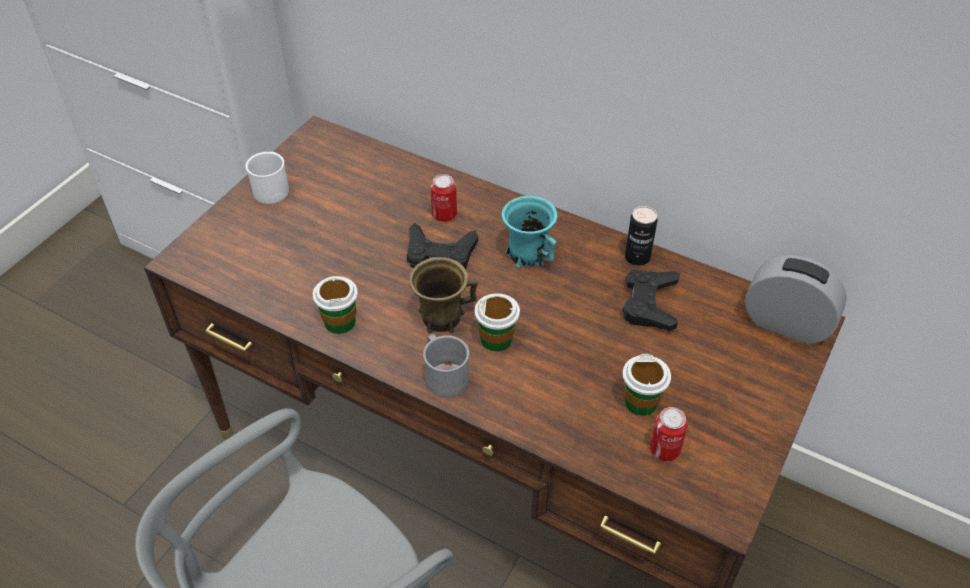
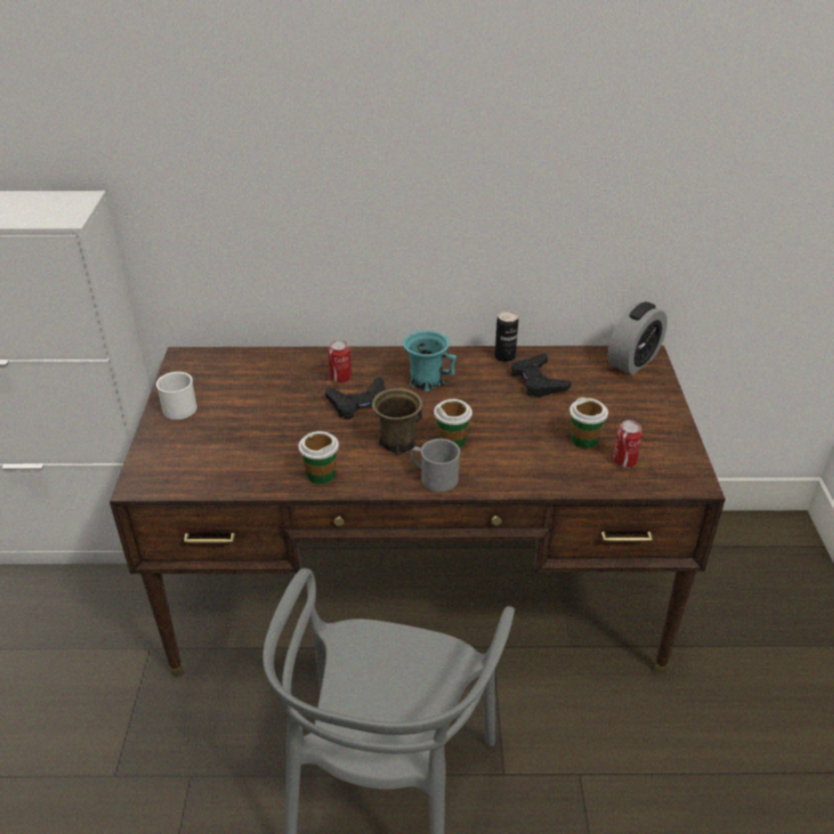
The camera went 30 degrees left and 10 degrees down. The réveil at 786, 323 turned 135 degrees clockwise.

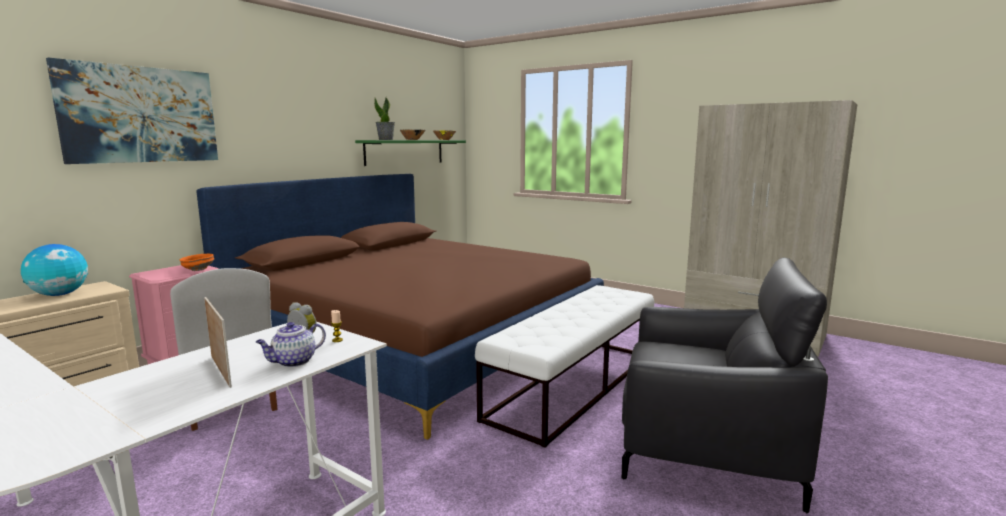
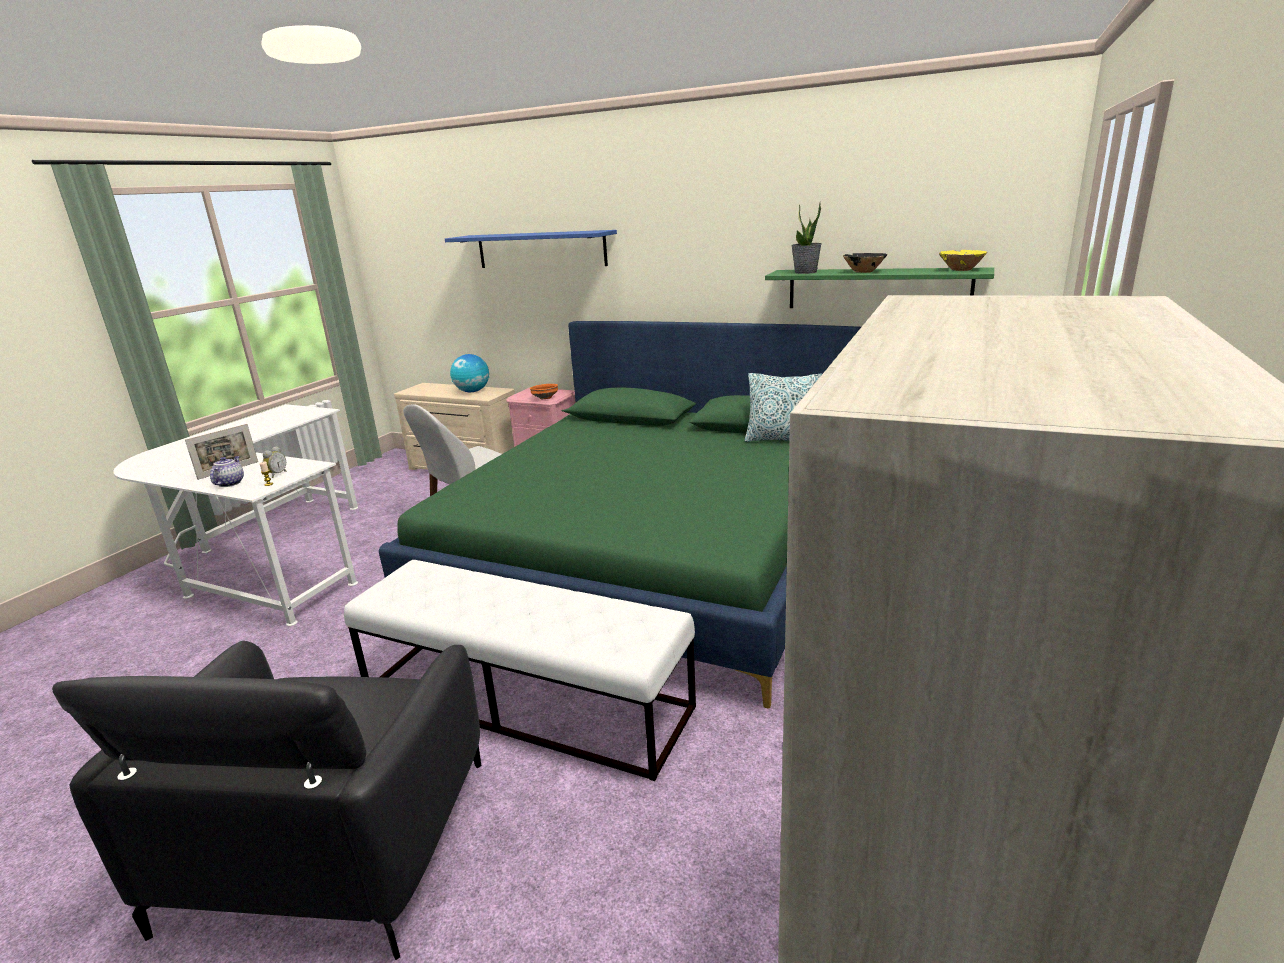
The camera went 80 degrees right and 10 degrees up. The coussin at 782, 440 appeared. The tableau at 140, 115 was replaced by the étagère [bleu] at 540, 249. The lit [marron] at 416, 339 became the lit [vert] at 652, 555. The théière at 293, 362 turned 60 degrees clockwise.

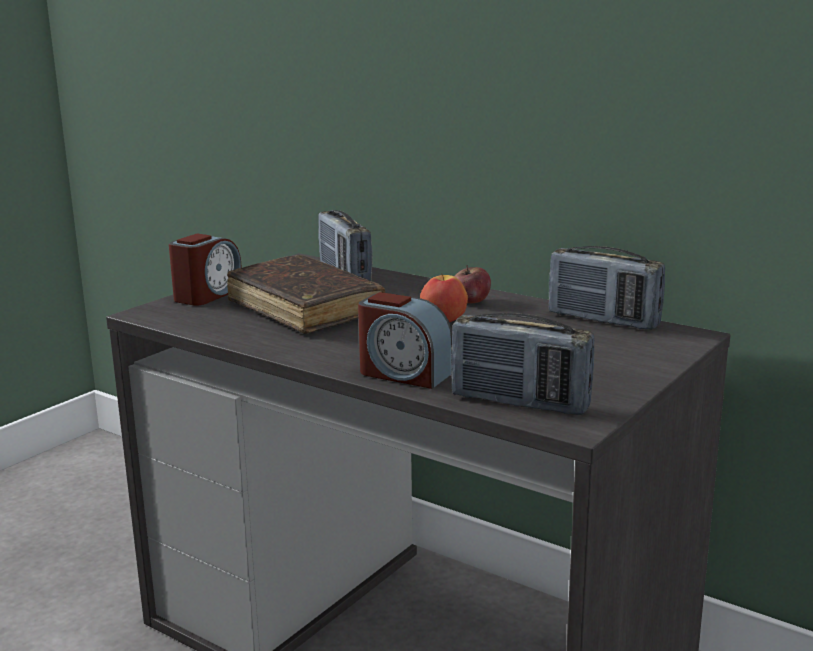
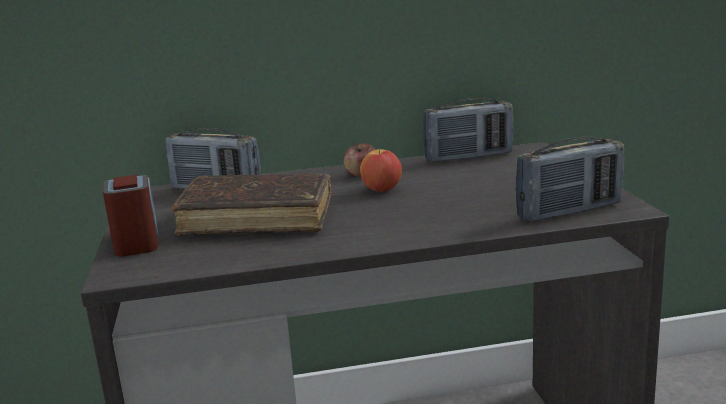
The camera went 45 degrees left and 0 degrees up. The réveil at 404, 373 disappeared.

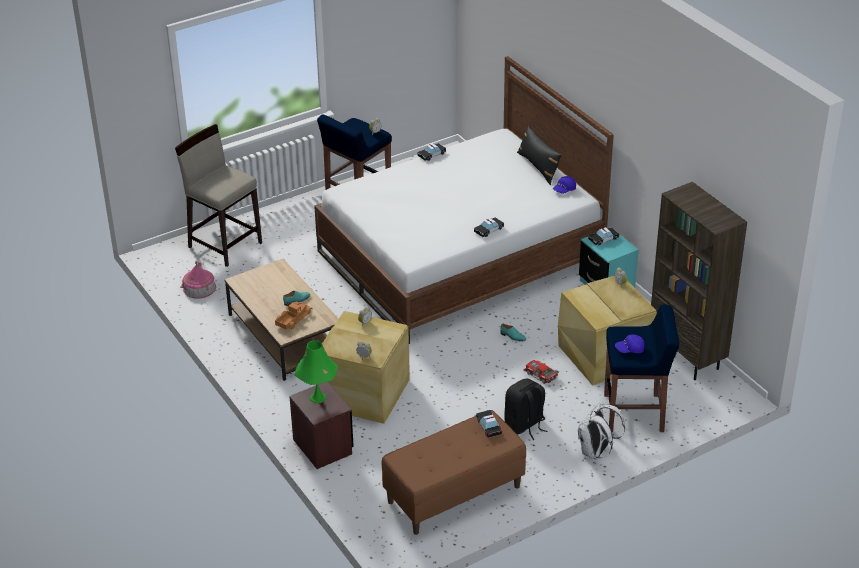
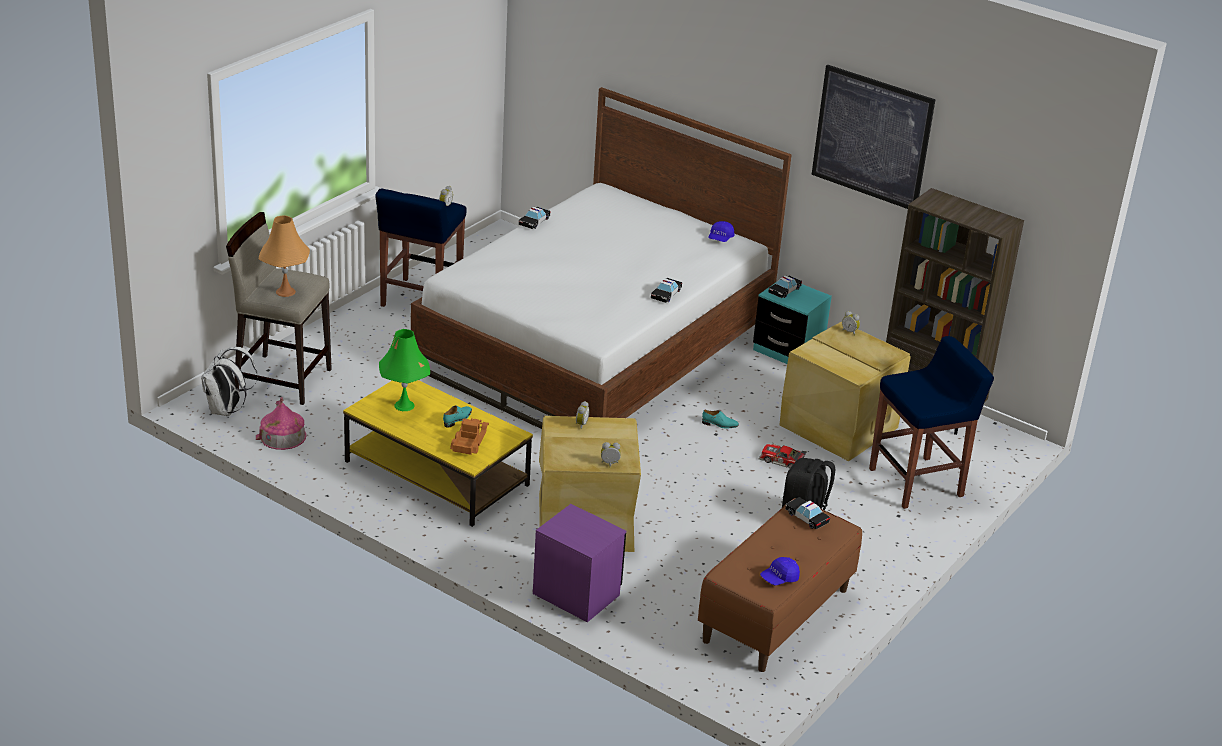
The camera went 25 degrees left and 5 degrees down. The coussin [noir] at 538, 167 disappeared. The lampe de table [orange] at 285, 292 appeared. The tableau at 872, 137 appeared. The lampe de table [vert] moved from 318, 397 to 404, 405. The sac à dos [blanc] moved from 596, 452 to 227, 410. The casquette [bleu] moved from 629, 349 to 779, 578. The table basse [marron] at 284, 335 became the table basse [jaune] at 435, 473. The table de chevet [marron] at 323, 446 became the table de chevet [violet] at 576, 594.

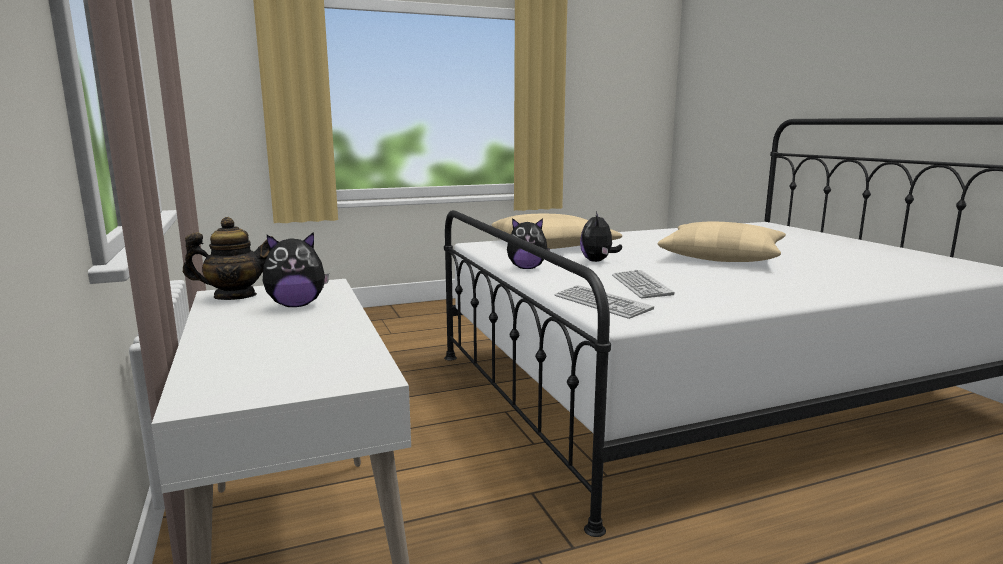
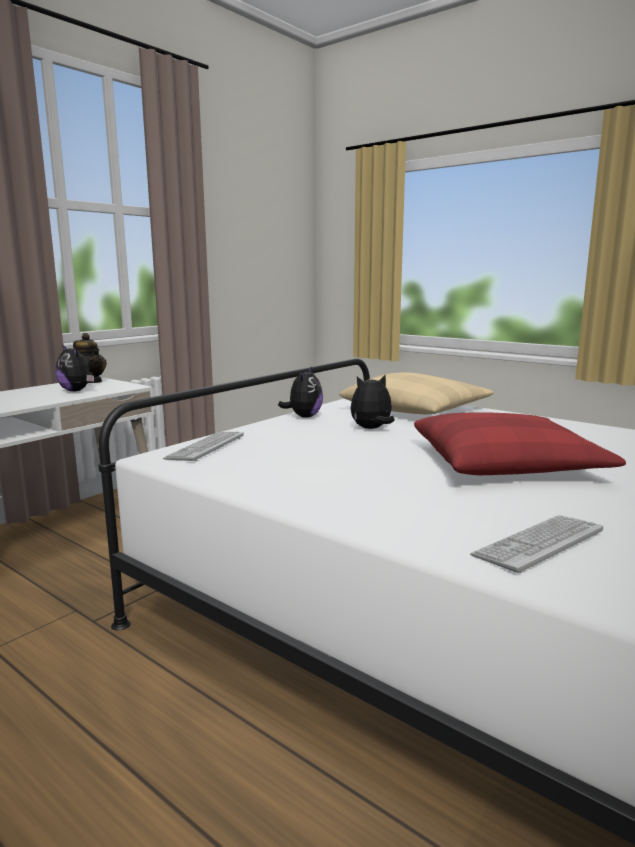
The camera went 60 degrees right and 0 degrees up. The clavier moved from 641, 285 to 538, 544. The coussin [beige] at 722, 256 became the coussin [rouge] at 505, 464. The peluche at 527, 268 turned 135 degrees counterclockwise.

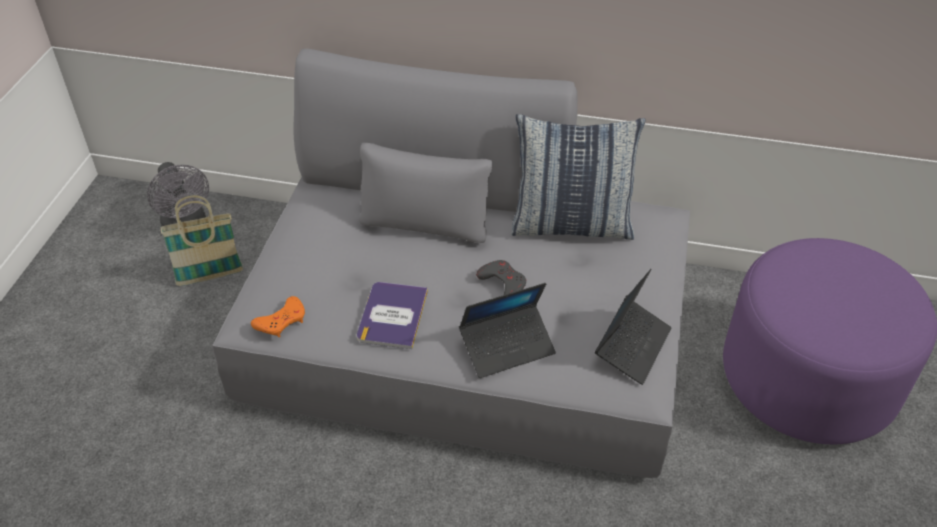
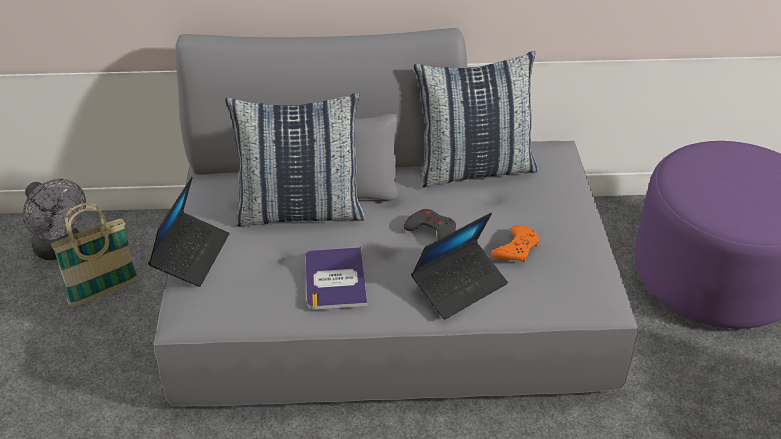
The camera went 15 degrees left and 5 degrees down. The coussin at 300, 211 appeared. The manette [orange] moved from 281, 321 to 516, 249. The ordinateur portable moved from 632, 346 to 191, 255.

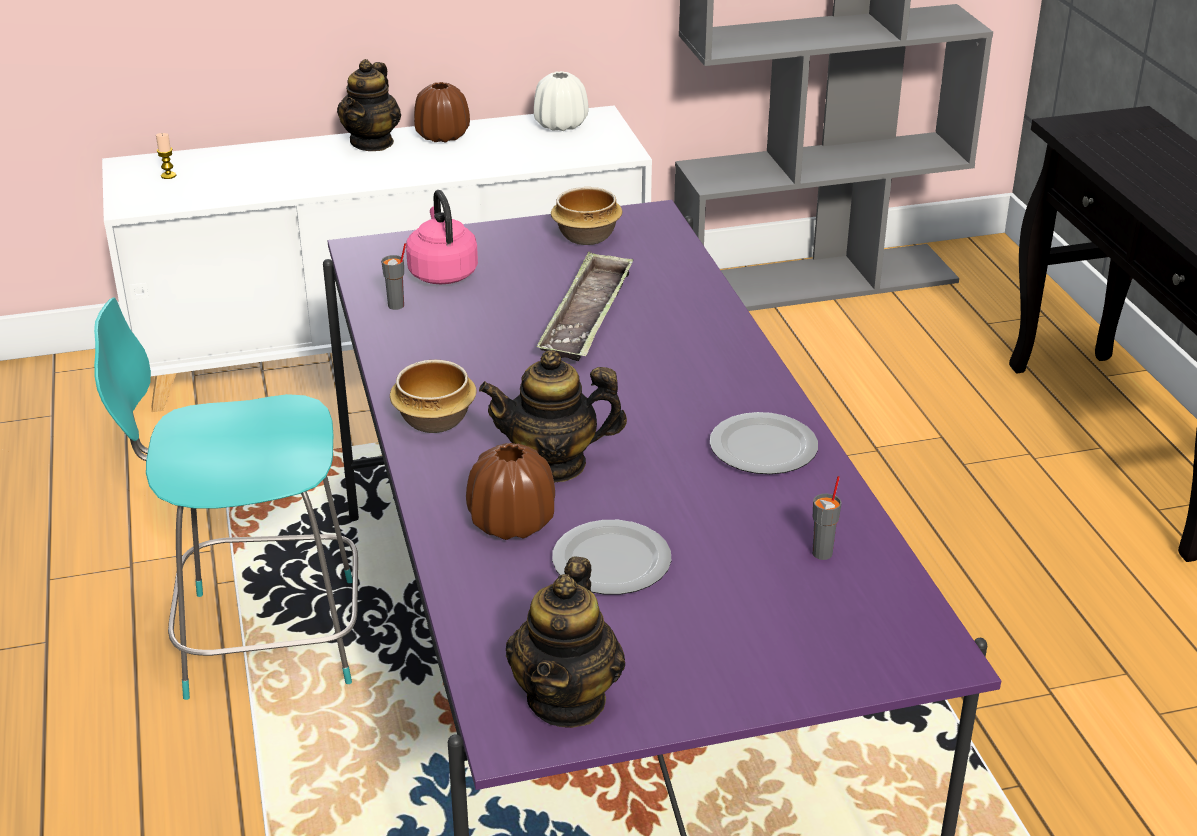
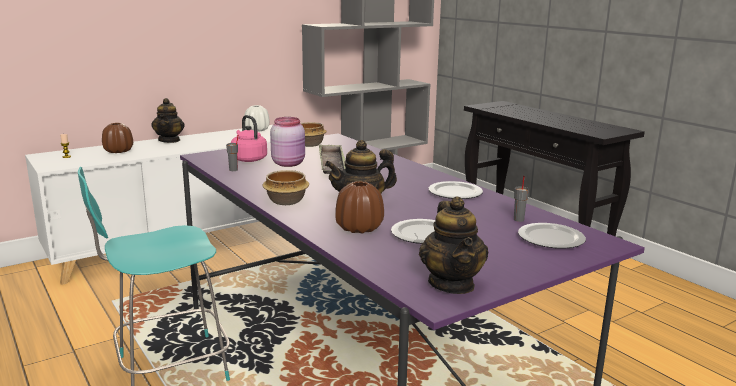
The camera went 20 degrees left and 15 degrees down. The bocal [rose] at 289, 163 appeared. The assiette at 551, 238 appeared. The vase [marron] moved from 442, 136 to 118, 151.

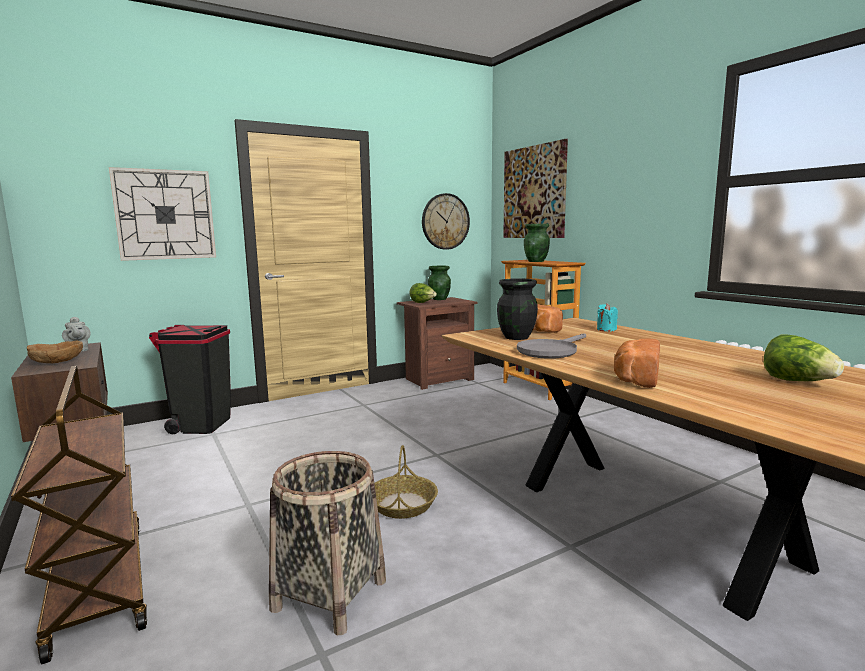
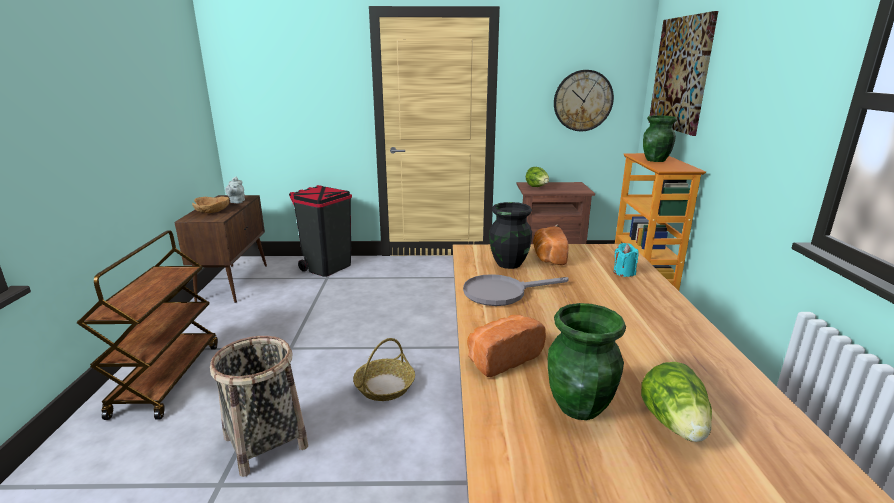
The camera went 30 degrees right and 10 degrees up. The horloge murale at 165, 215 disappeared. The vase [vert] moved from 439, 299 to 580, 407.

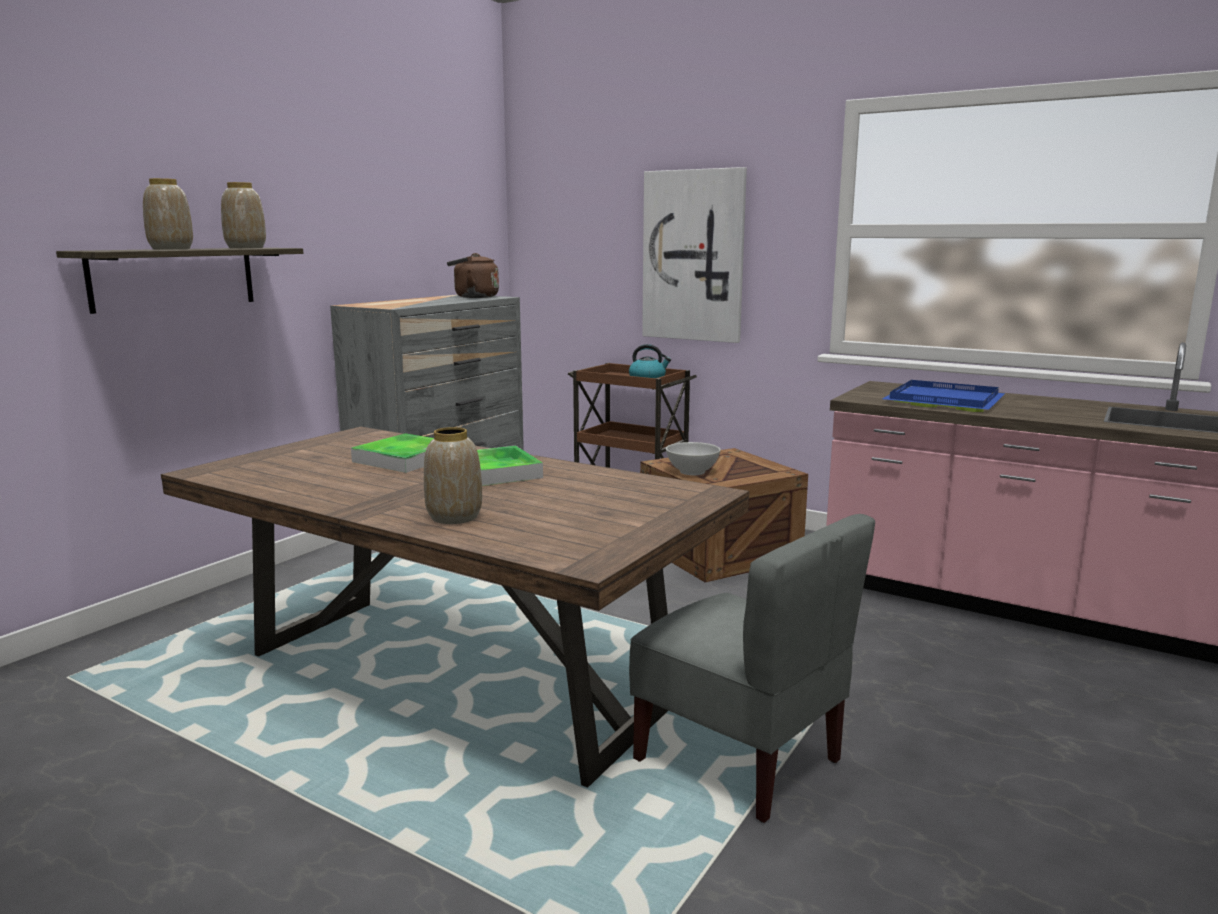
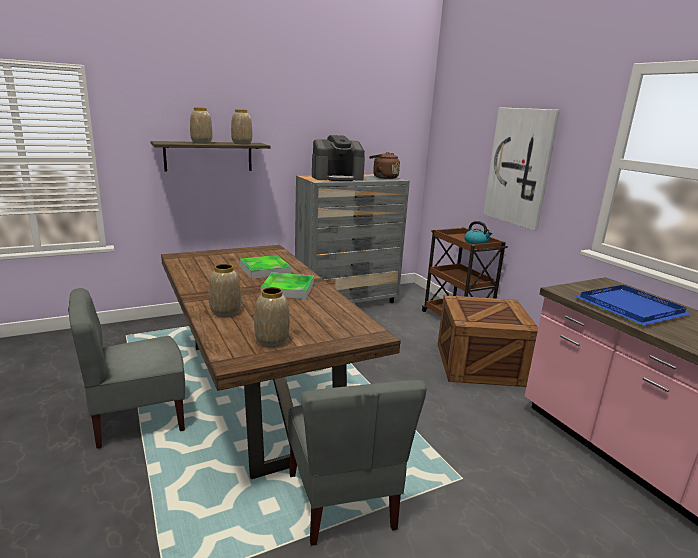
The camera went 30 degrees right and 5 degrees up. The bol [blanc] at 692, 472 disappeared. The chaise [gris] at 137, 419 appeared. The vase at 271, 341 appeared. The machine à café at 337, 178 appeared.

